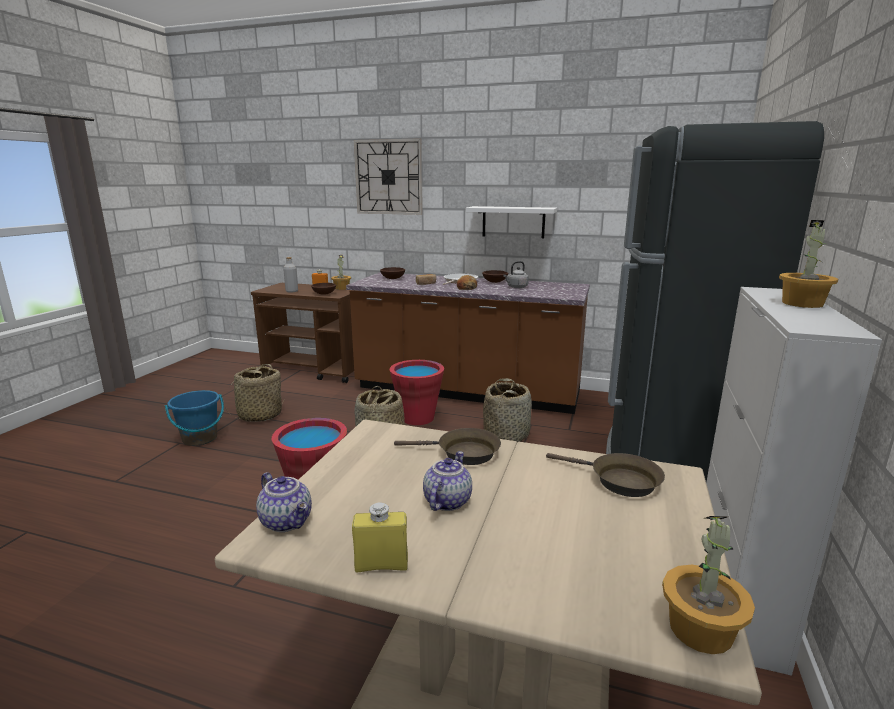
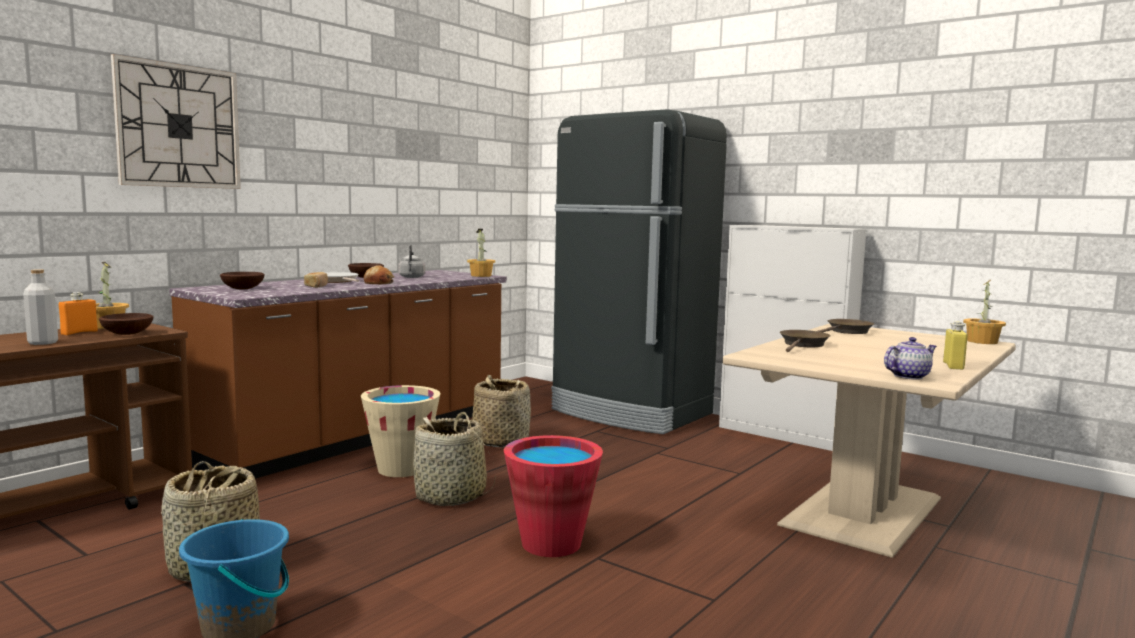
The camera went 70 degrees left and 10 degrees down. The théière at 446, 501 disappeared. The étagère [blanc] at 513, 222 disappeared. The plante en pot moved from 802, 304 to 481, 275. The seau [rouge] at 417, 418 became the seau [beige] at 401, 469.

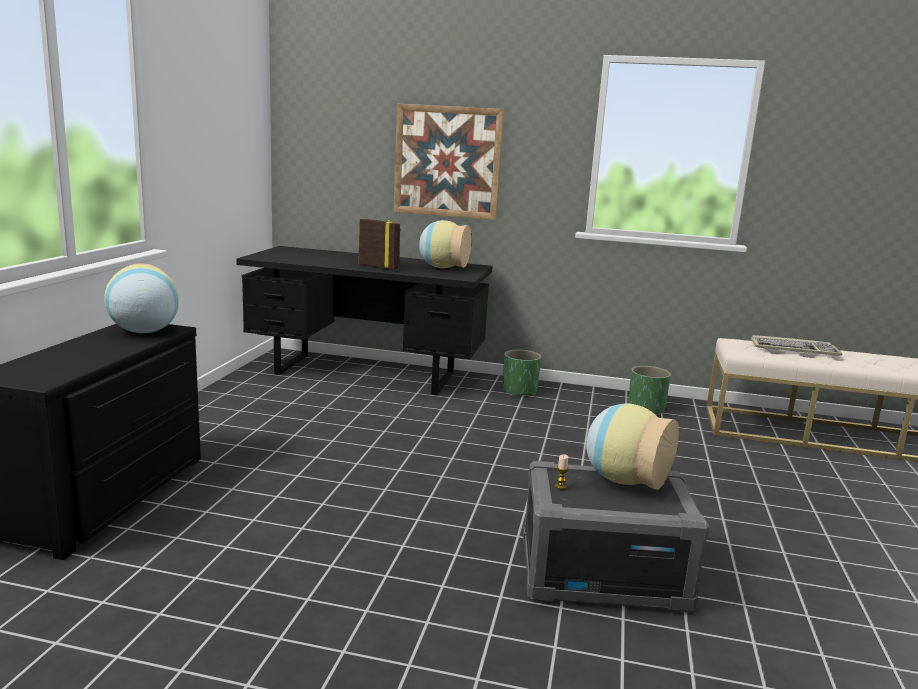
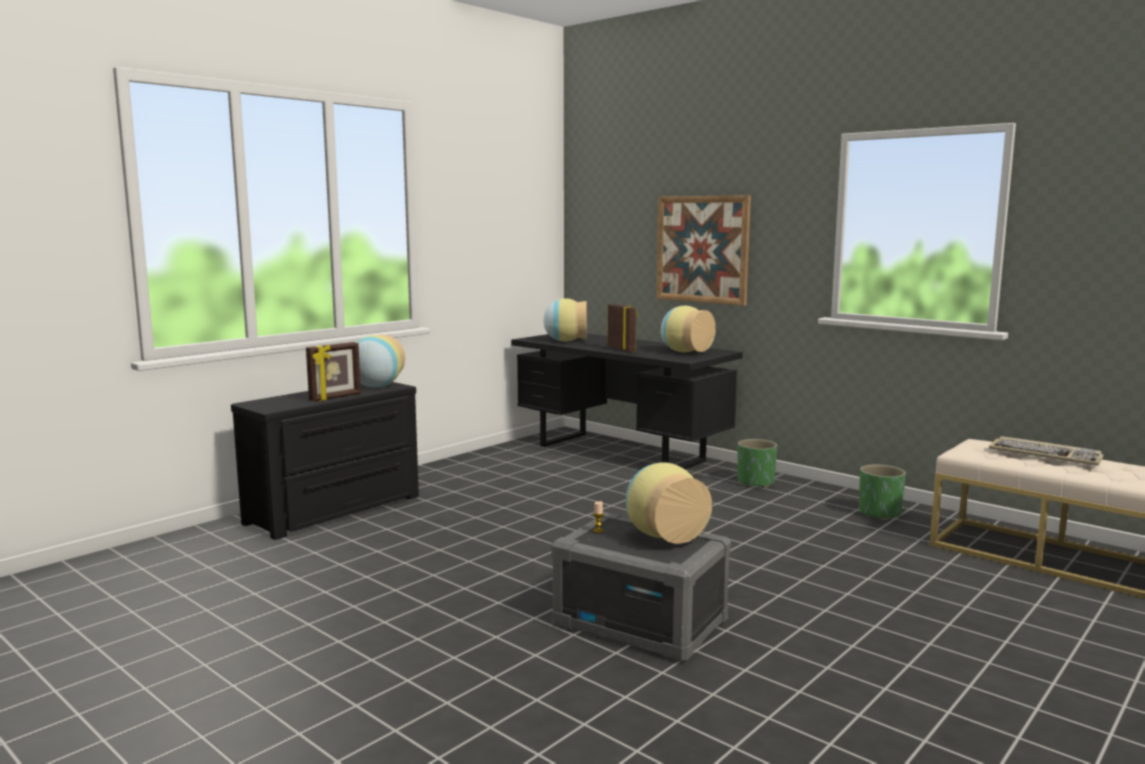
The camera went 30 degrees right and 5 degrees down. The cadre photo at 335, 397 appeared. The vase at 565, 341 appeared.

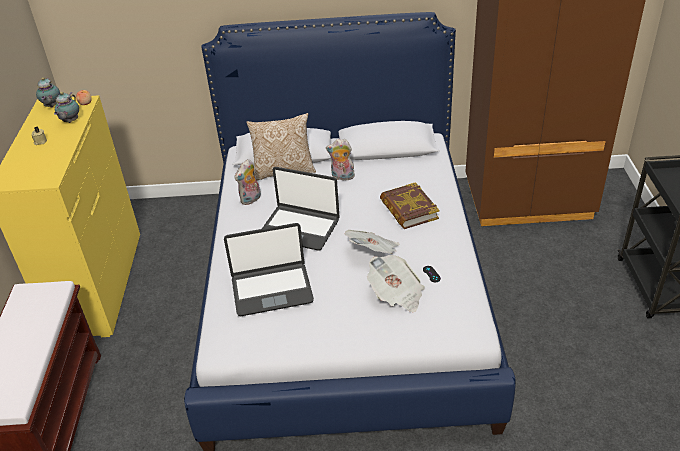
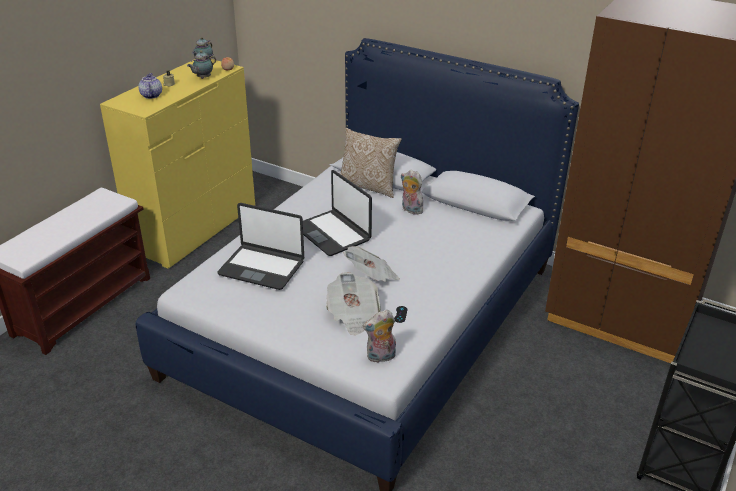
The camera went 30 degrees right and 5 degrees down. The livre at 408, 210 disappeared. The théière at 151, 95 appeared. The peluche moved from 251, 200 to 380, 357.

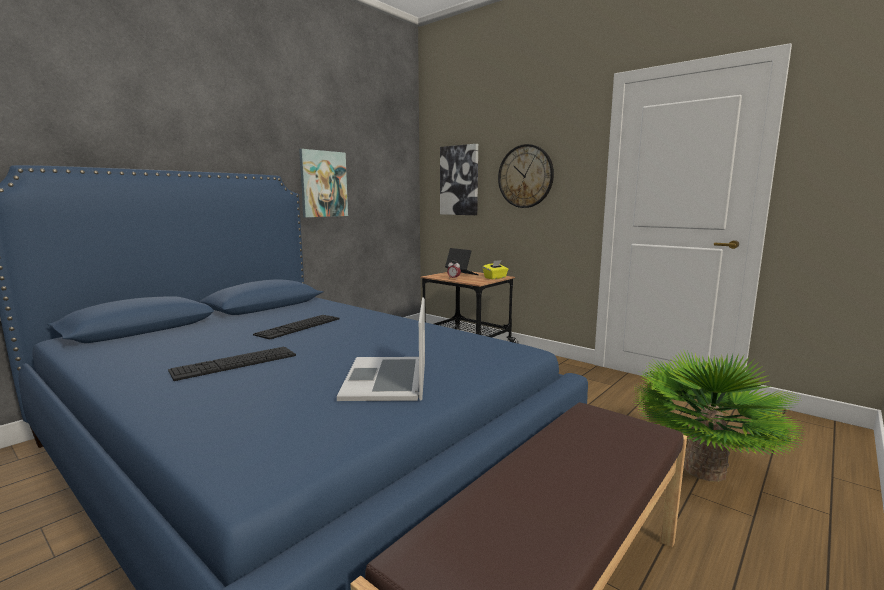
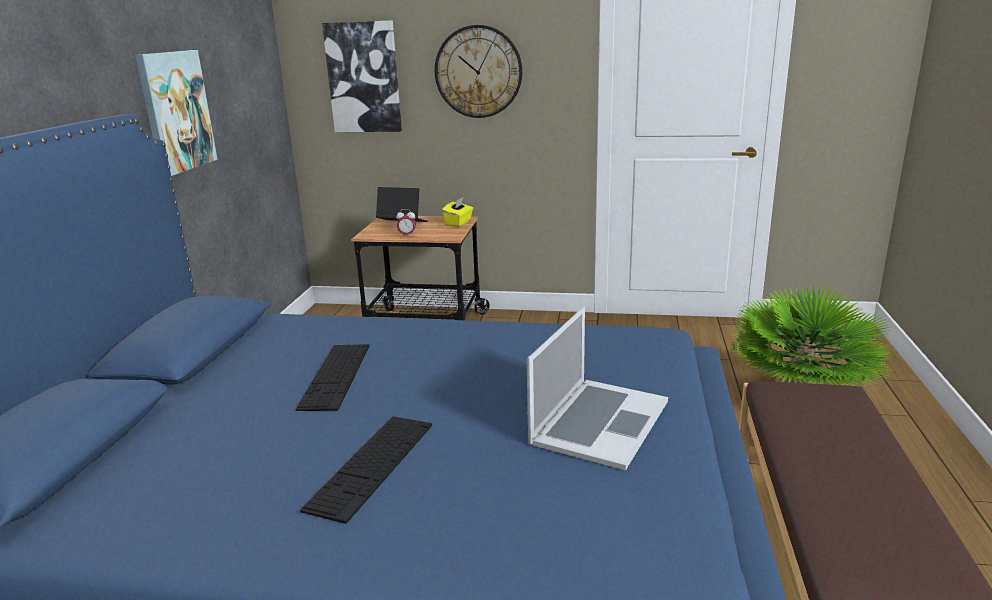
The camera went 30 degrees left and 10 degrees up. The ordinateur portable at 387, 378 turned 120 degrees counterclockwise.

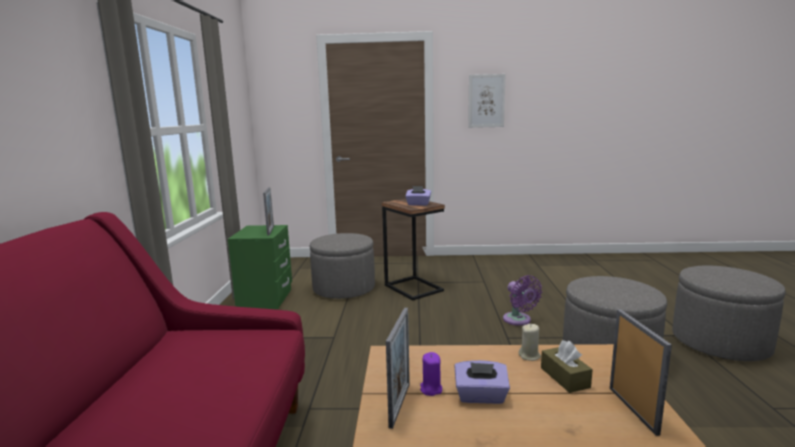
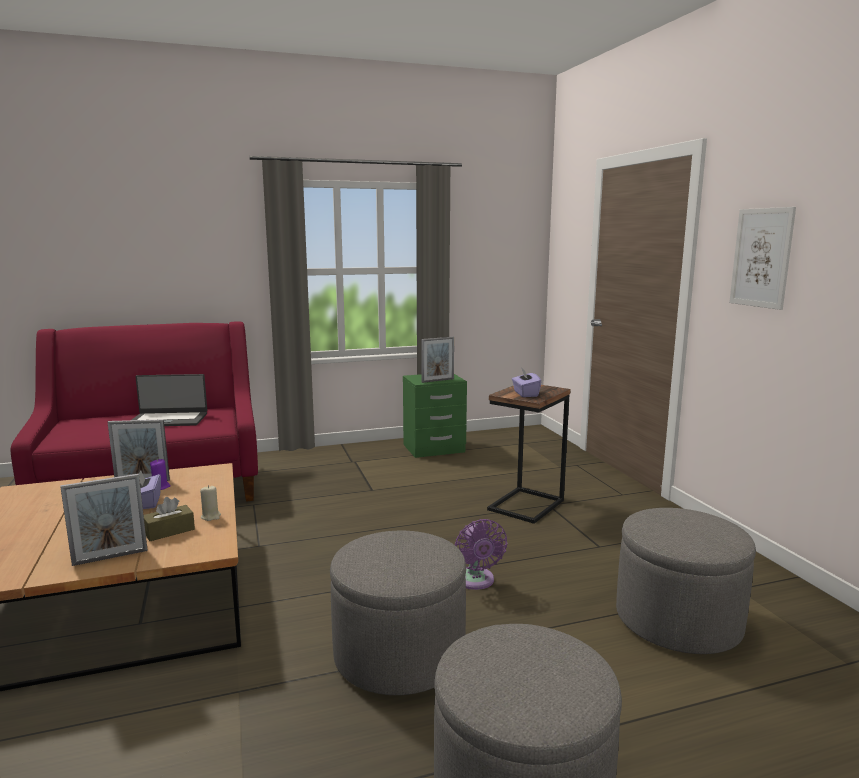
The camera went 70 degrees right and 0 degrees up. The ordinateur portable at 168, 420 appeared. The pouf [gris] moved from 344, 288 to 678, 620. The ventilateur [violet] at 518, 320 turned 60 degrees counterclockwise.

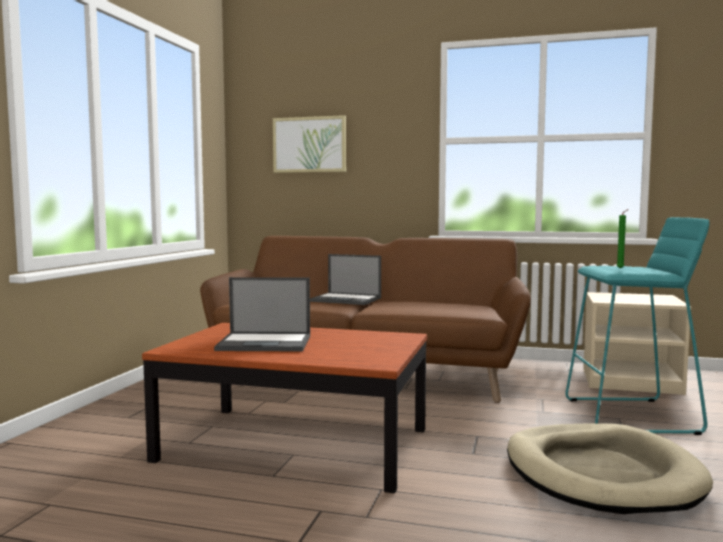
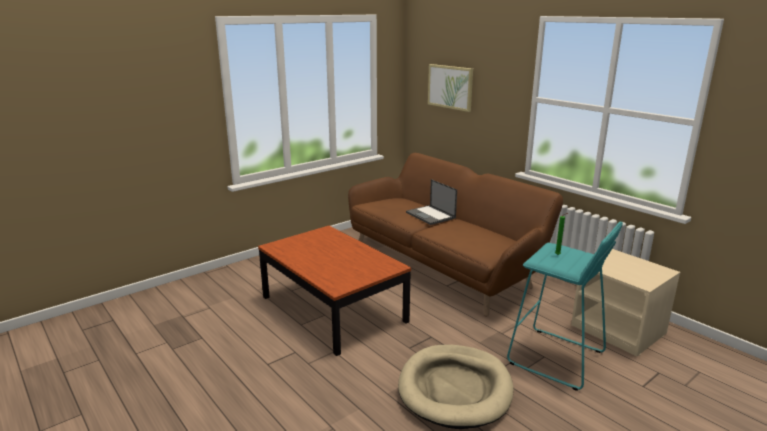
The camera went 35 degrees right and 15 degrees up. The ordinateur portable at 266, 343 disappeared.

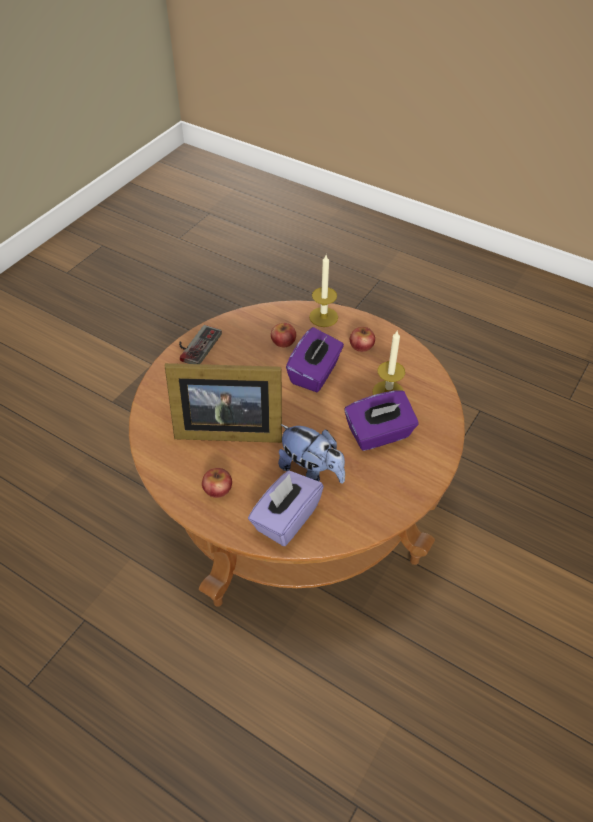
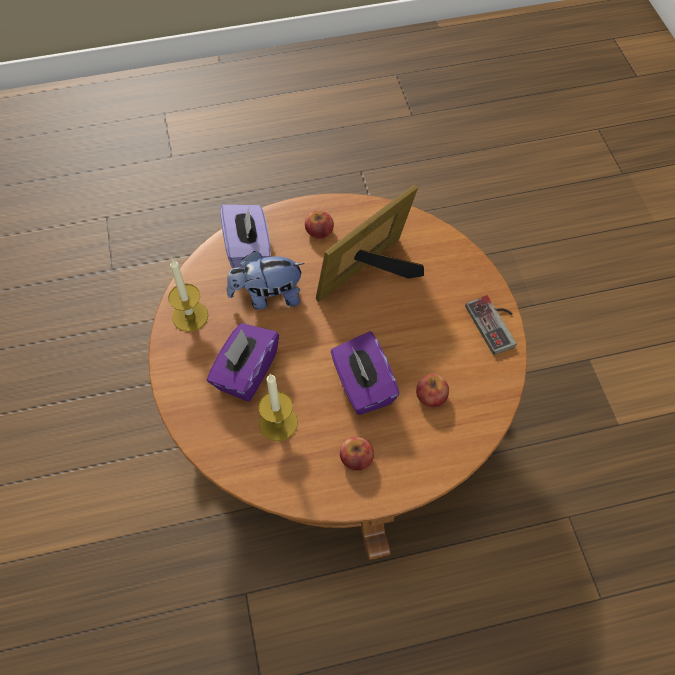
The camera went 135 degrees right and 10 degrees up. The bougie moved from 323, 317 to 190, 316.

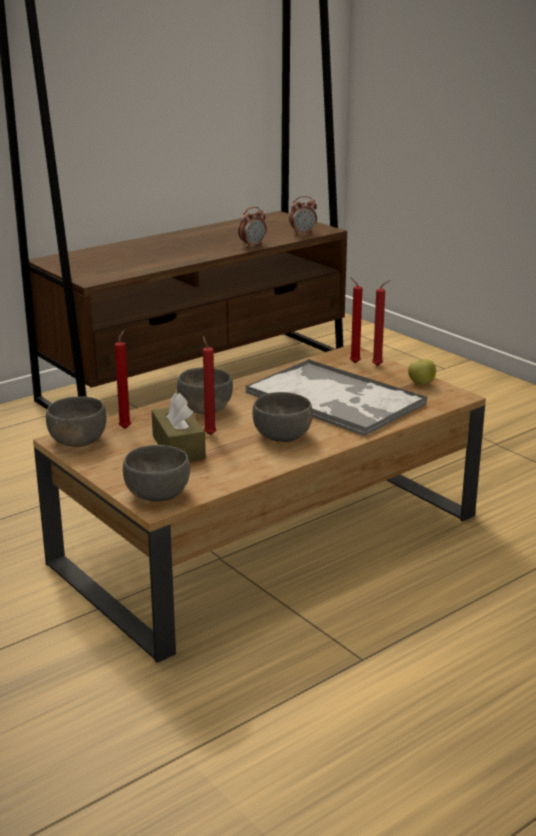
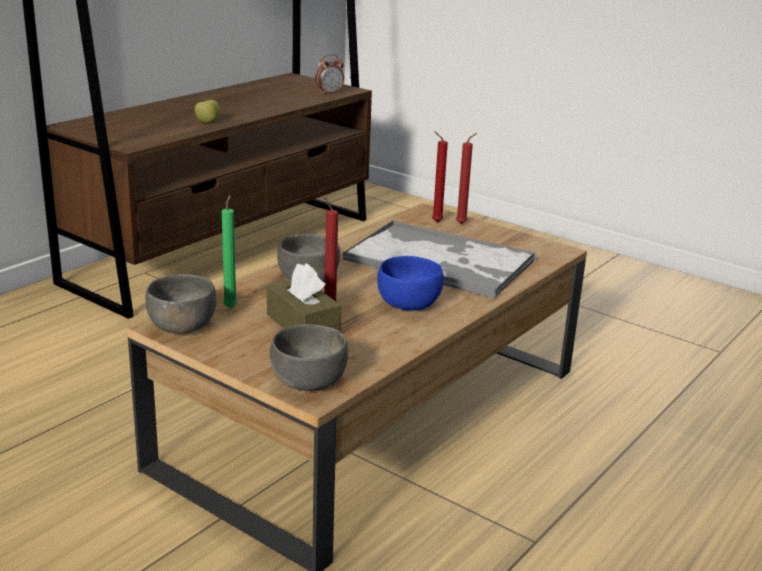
The camera went 15 degrees left and 0 degrees up. The réveil at 252, 245 disappeared. The pomme moved from 421, 384 to 207, 123. The bougie [rouge] at 126, 427 became the bougie [vert] at 231, 307. The bol [gris] at 283, 436 became the bol [bleu] at 409, 304.

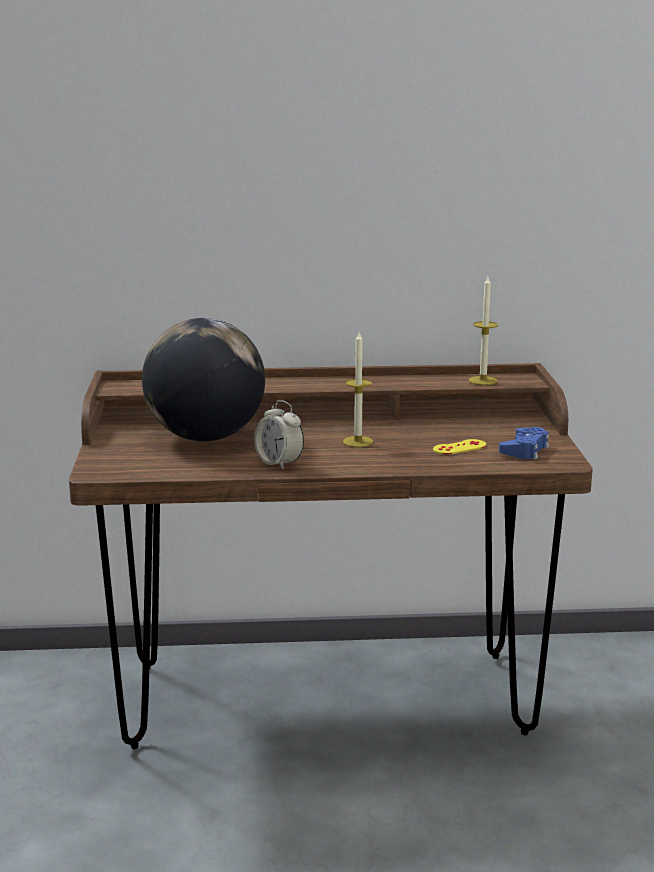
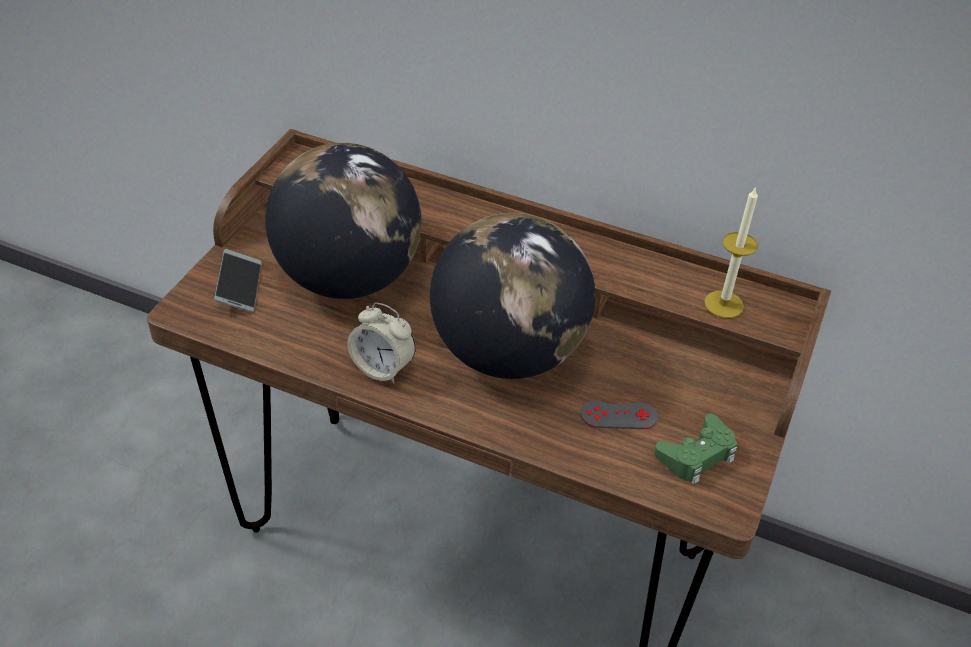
The camera went 25 degrees right and 25 degrees up. The téléphone at 239, 287 appeared. The bougie at 358, 442 was replaced by the globe at 507, 353. The manette [jaune] at 459, 447 became the manette [gris] at 619, 415. The manette [bleu] at 524, 450 became the manette [vert] at 697, 455. The réveil at 279, 463 turned 45 degrees counterclockwise.

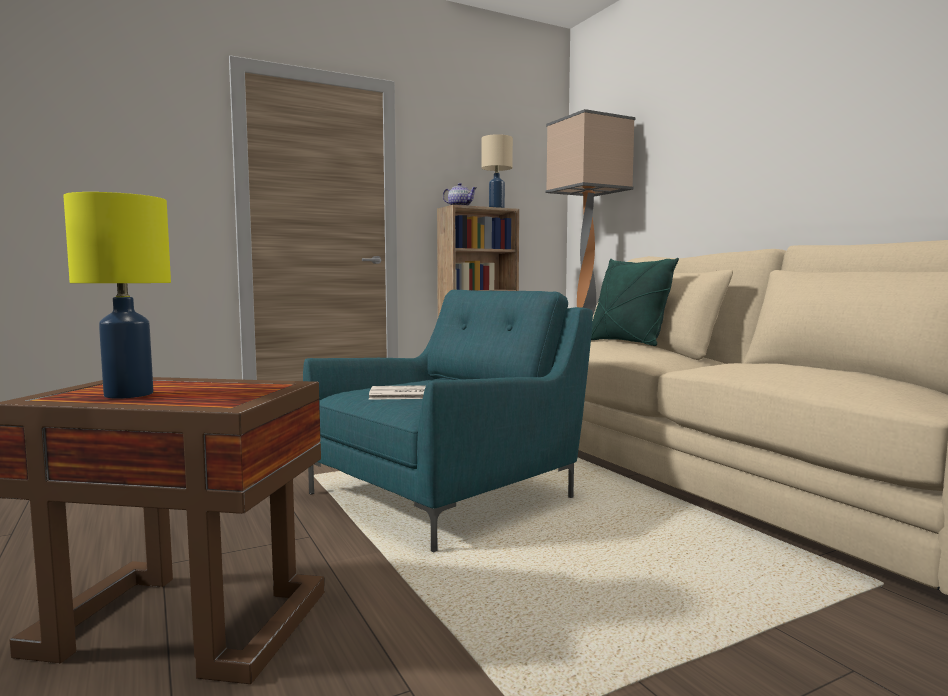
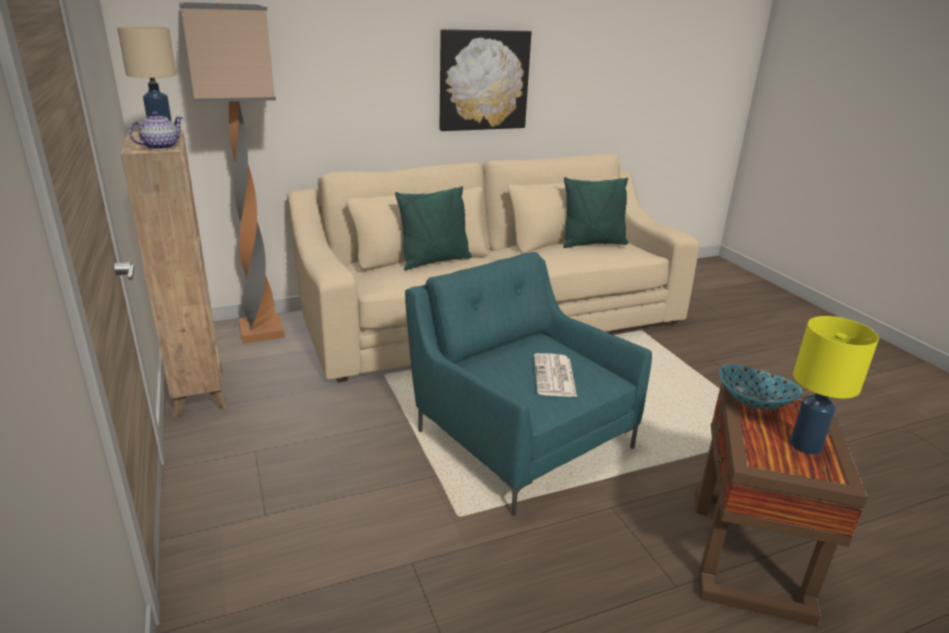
The camera went 85 degrees left and 20 degrees up. The tableau at 483, 80 appeared. The coussin [vert] at 592, 244 appeared. The bol at 754, 401 appeared.

